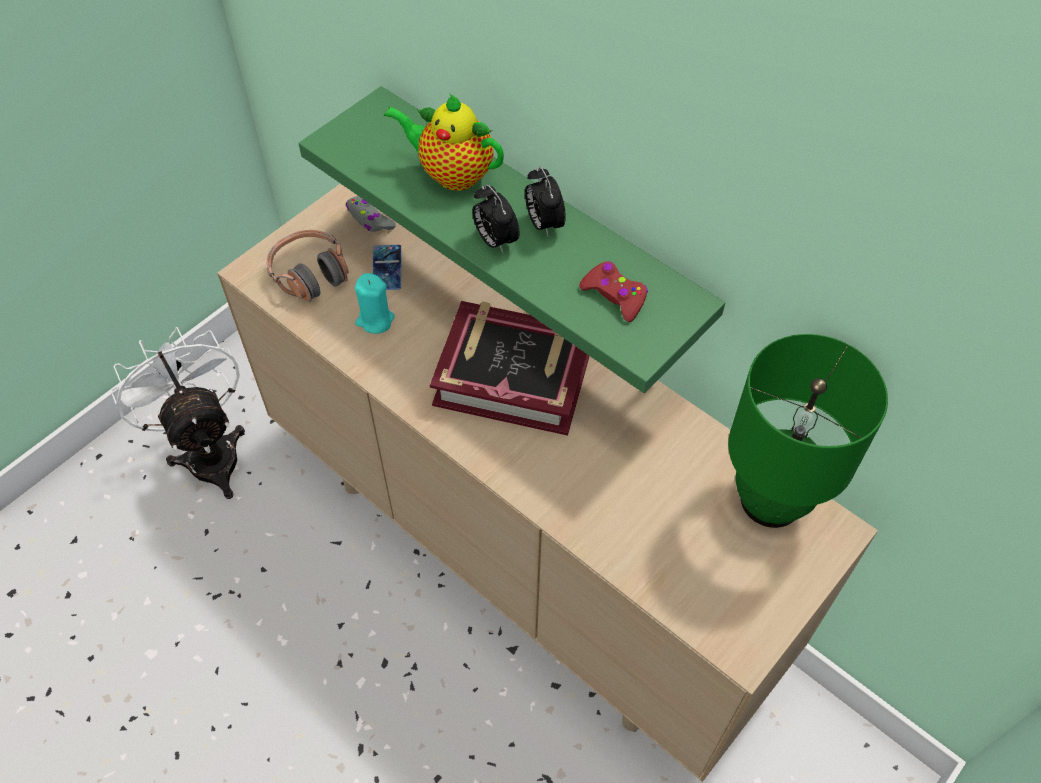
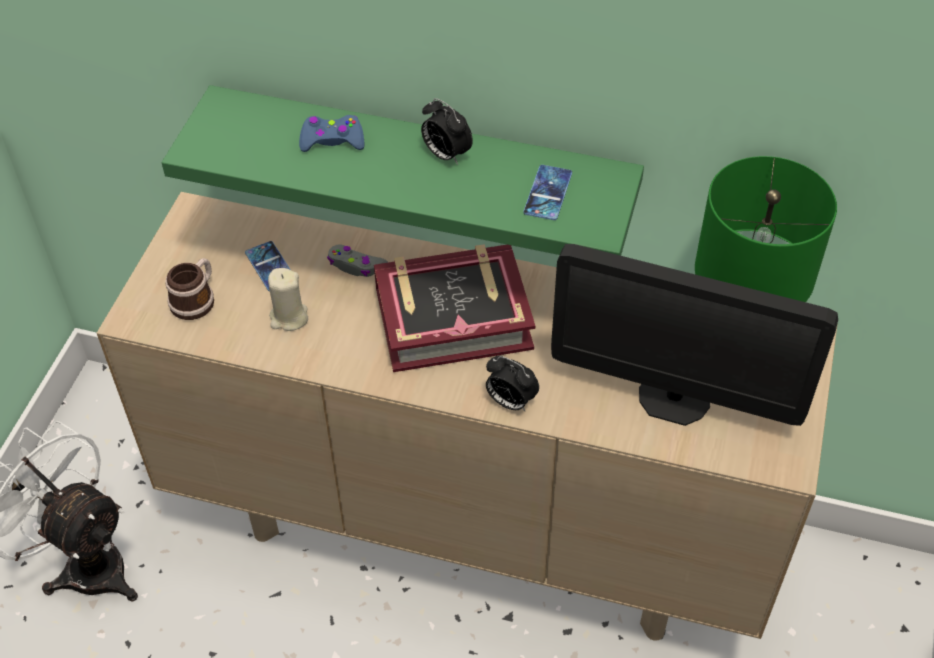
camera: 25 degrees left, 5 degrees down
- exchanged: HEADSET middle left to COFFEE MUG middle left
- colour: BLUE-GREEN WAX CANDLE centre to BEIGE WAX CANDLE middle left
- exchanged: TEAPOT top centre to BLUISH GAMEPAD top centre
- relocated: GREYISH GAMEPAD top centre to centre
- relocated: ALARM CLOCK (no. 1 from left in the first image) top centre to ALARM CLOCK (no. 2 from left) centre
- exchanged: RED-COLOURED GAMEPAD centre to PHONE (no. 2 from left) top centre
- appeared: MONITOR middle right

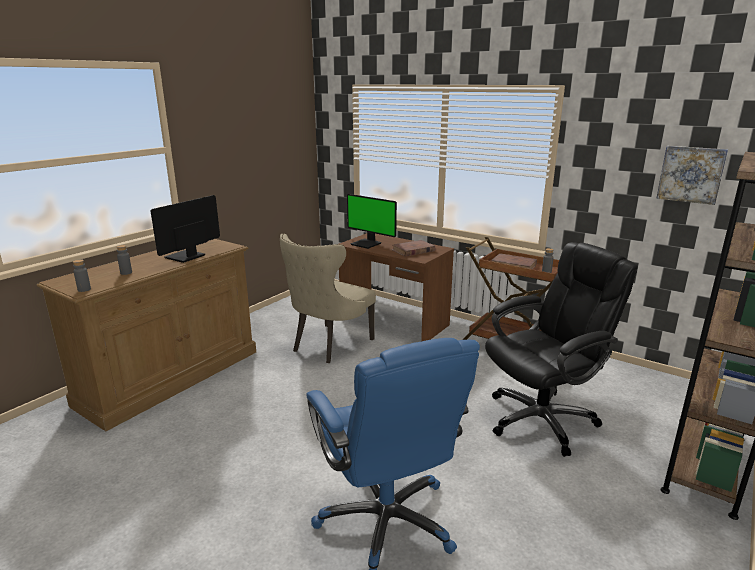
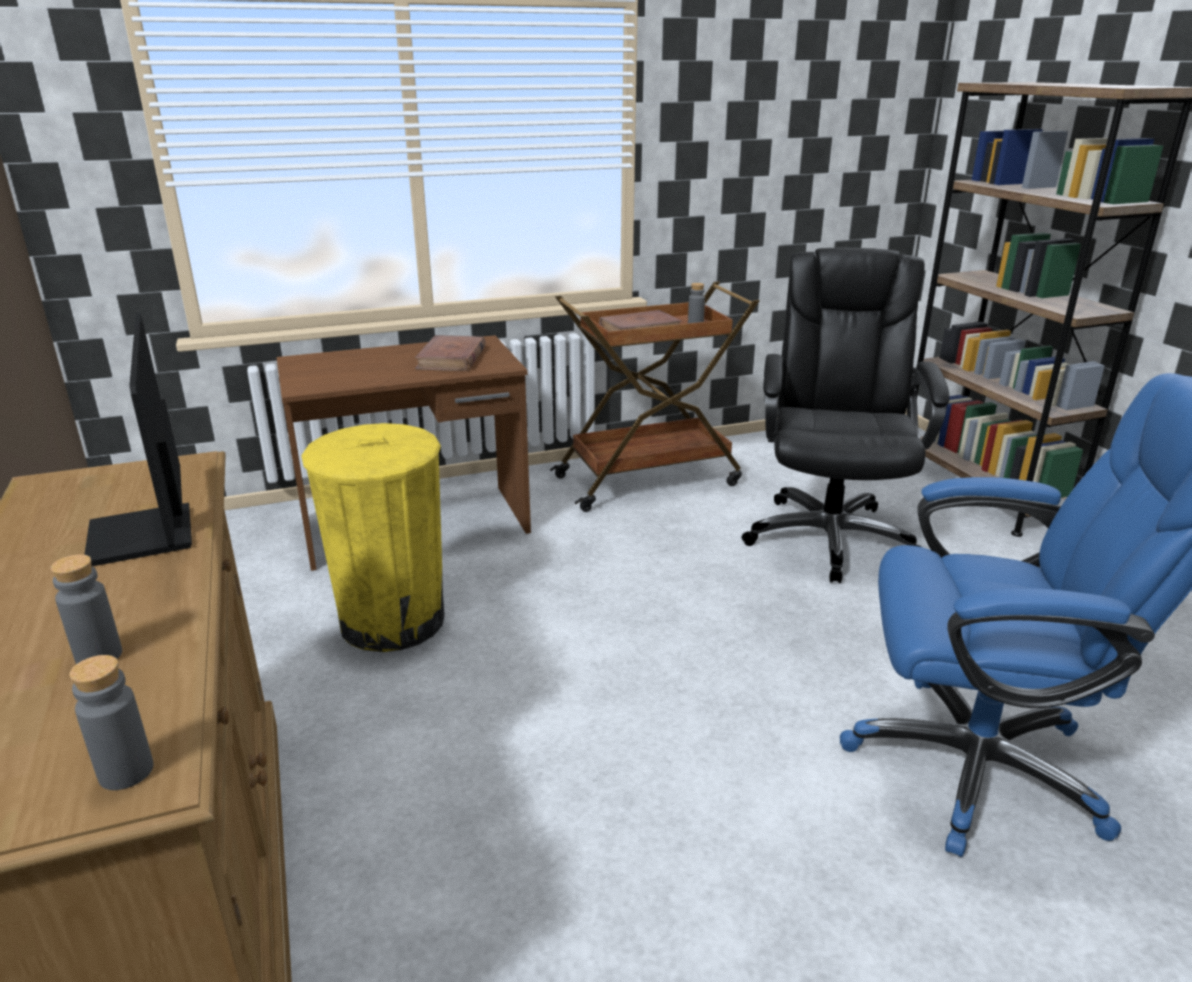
camera: 55 degrees left, 5 degrees up
- exchanged: BEIGE PLAIN CHAIR centre to YELLOWISH RUBBISH BIN middle left
- missing: MONITOR (no. 2 from left) centre
- missing: WALL ART top right

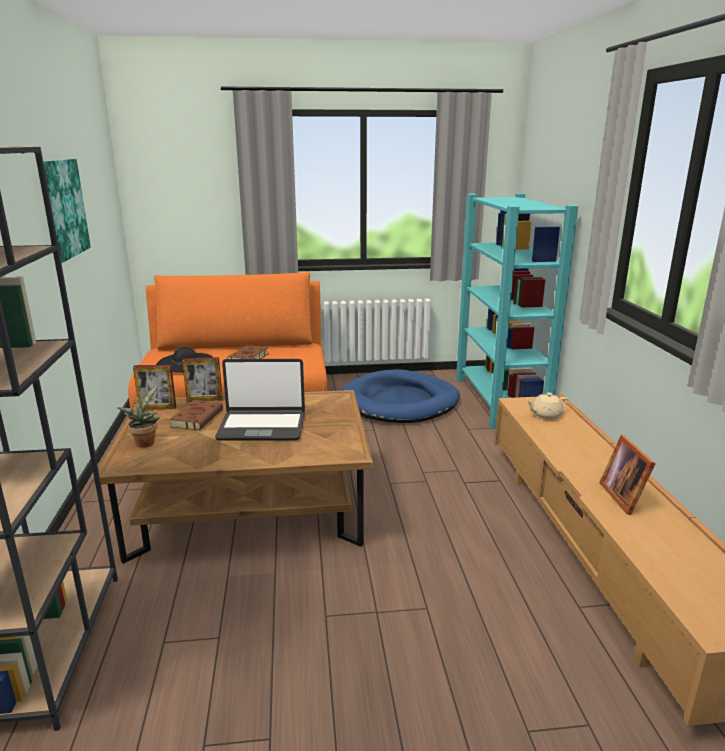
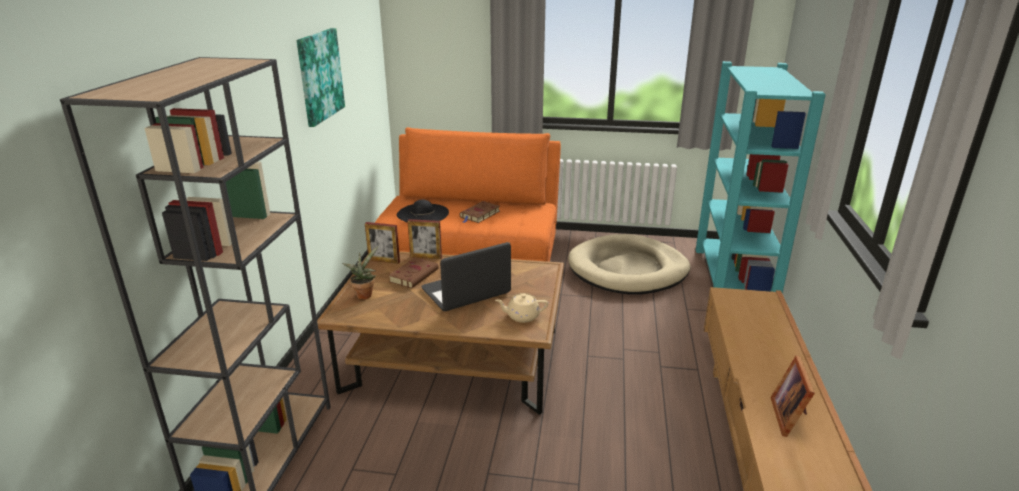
camera: 15 degrees right, 5 degrees up
- spun: PORTABLE COMPUTER centre = centre 135 degrees clockwise
- relocated: BEIGE TEAPOT middle right to centre
- colour: BLUISH PET BED centre to BEIGE PET BED centre

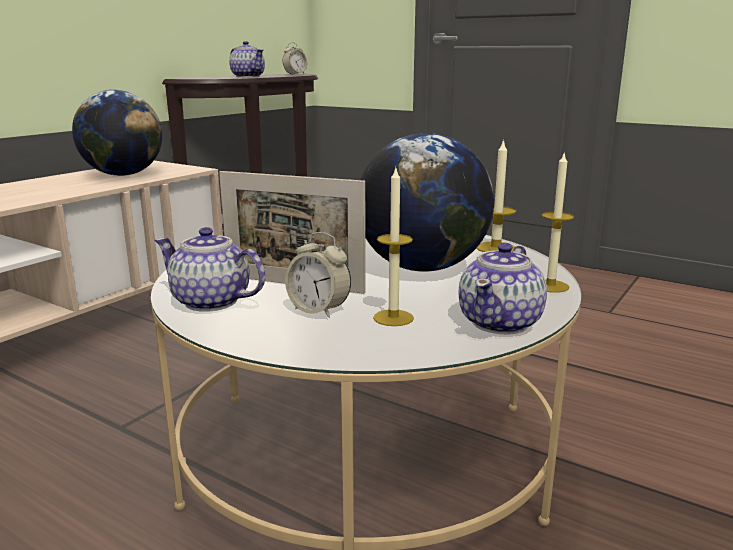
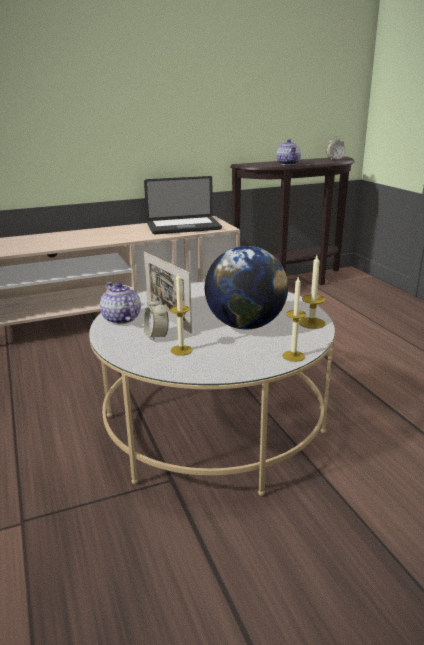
camera: 35 degrees right, 5 degrees up
- exchanged: WORLD GLOBE (no. 1 from left) top left to PORTABLE COMPUTER top centre
- missing: TEAPOT (no. 3 from left) middle right

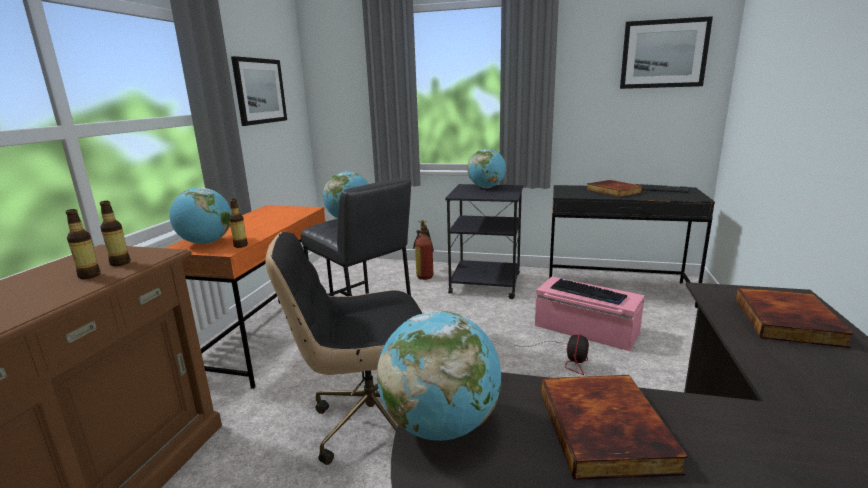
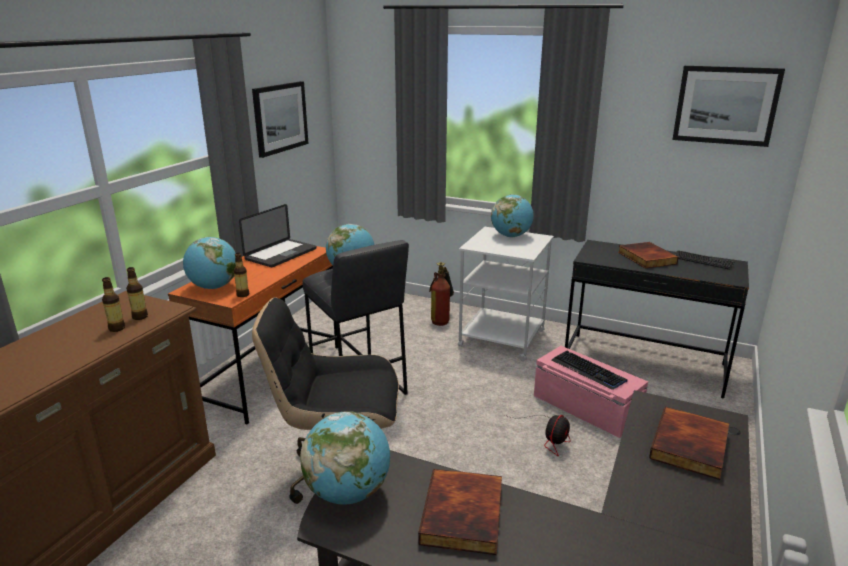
camera: 10 degrees right, 5 degrees up
- appeared: PORTABLE COMPUTER middle left
- colour: BLACK CART centre to WHITISH CART centre

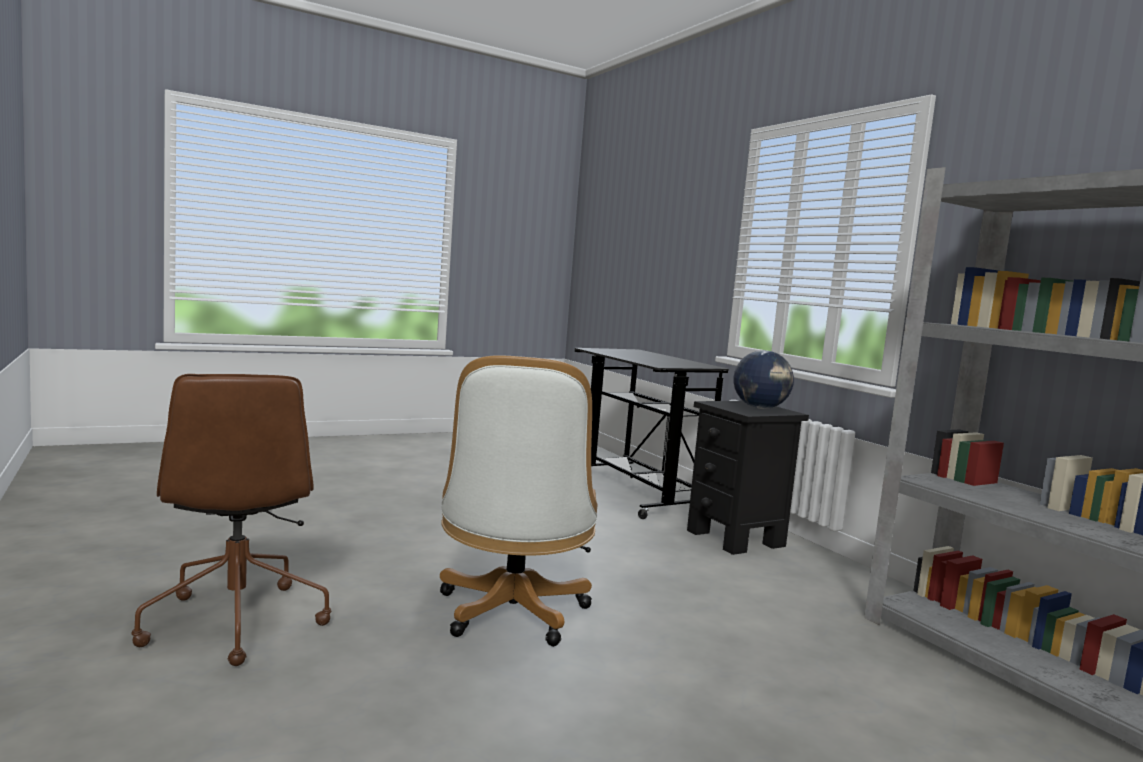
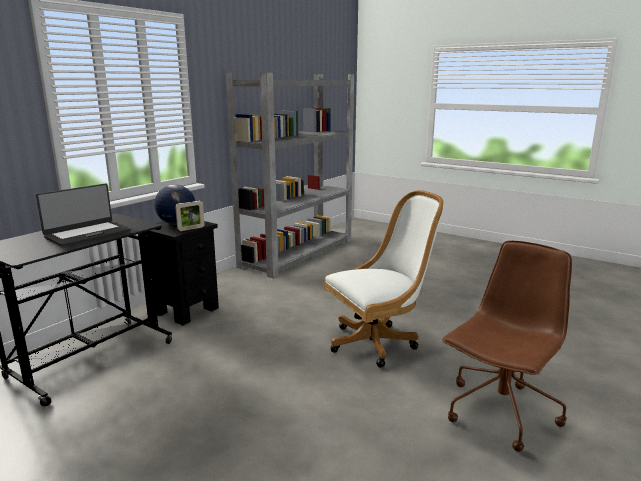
camera: 115 degrees left, 10 degrees up
- appeared: PORTABLE COMPUTER middle left
- appeared: PHOTO FRAME middle left

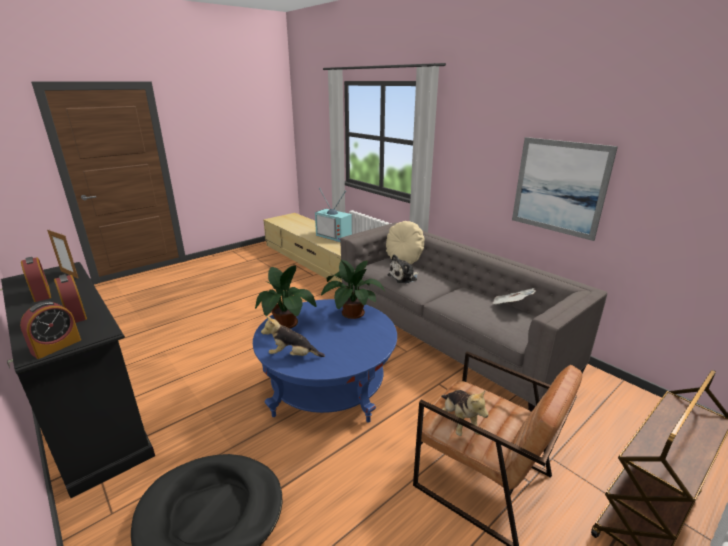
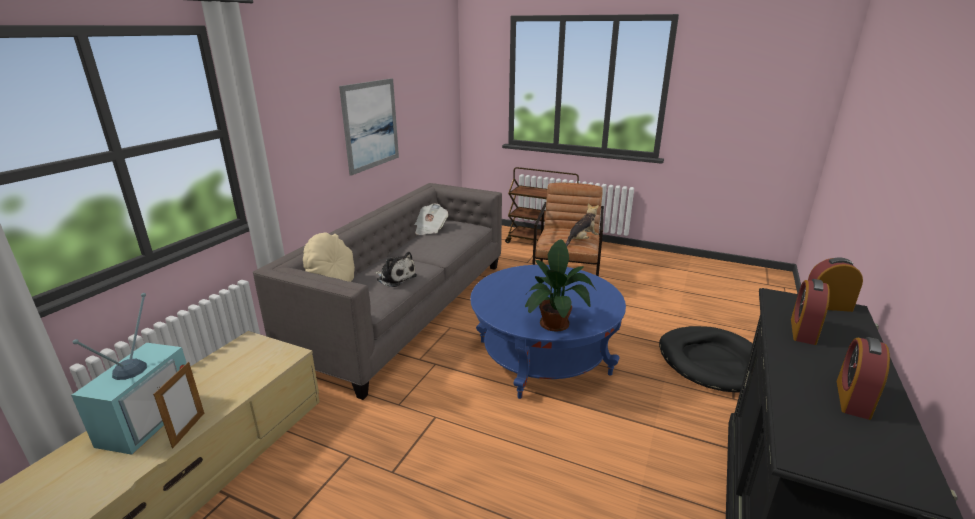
camera: 115 degrees left, 0 degrees up
- relocated: PHOTO FRAME middle left to bottom left
- missing: SOFT TOY (no. 1 from left) centre
- missing: POTTED PLANT (no. 2 from left) centre

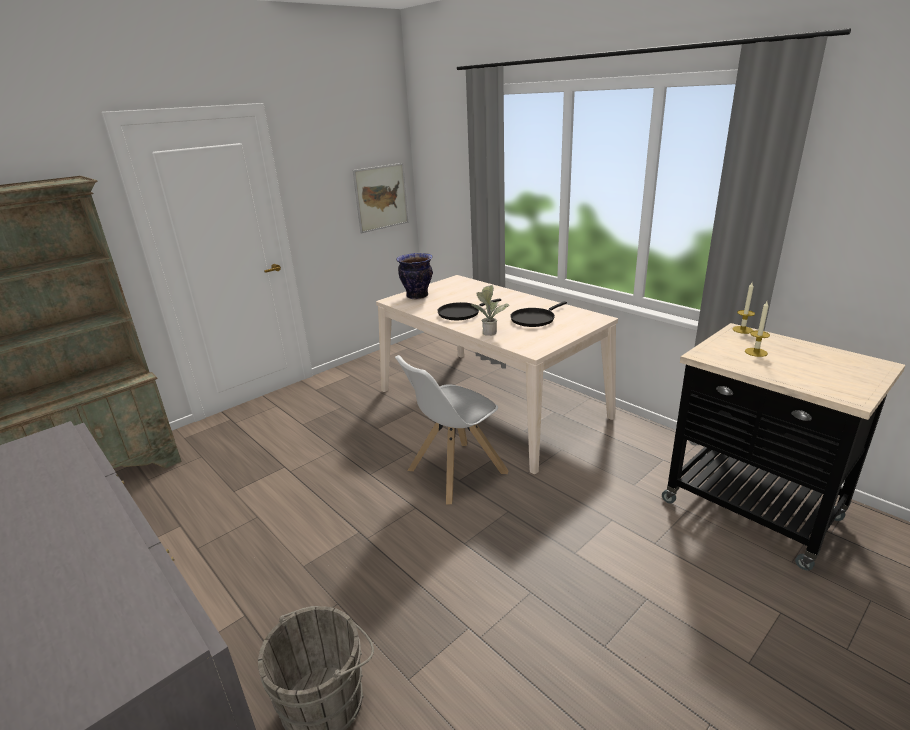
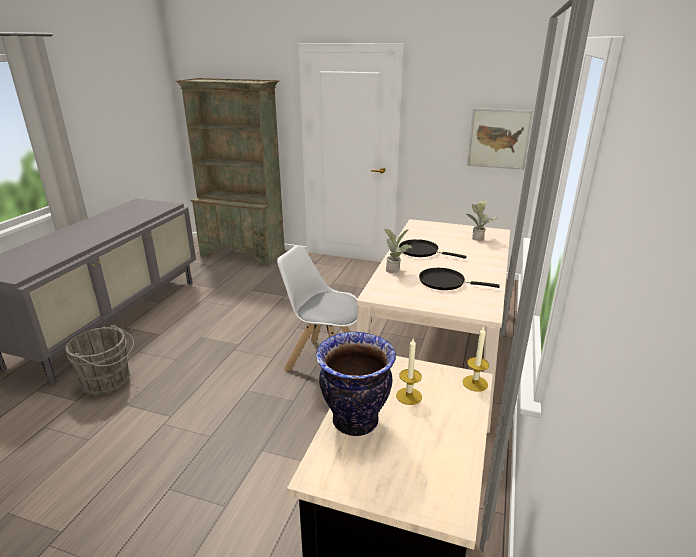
camera: 60 degrees right, 0 degrees up
- relocated: FLOWER VASE centre to bottom centre
- appeared: POTTED PLANT (no. 2 from left) middle right

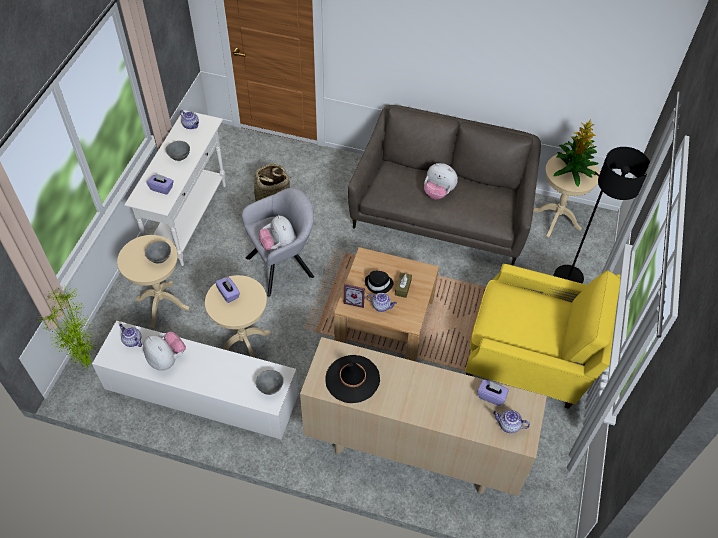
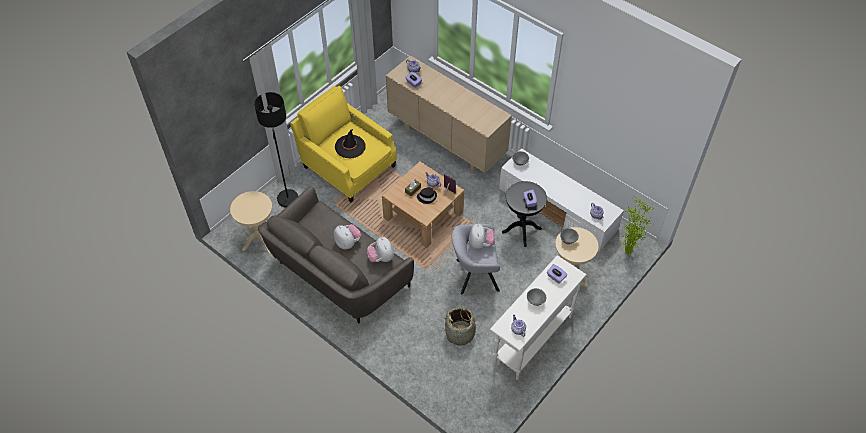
camera: 155 degrees left, 0 degrees up
- relocated: BLACK WEARABLE HAT (no. 1 from left) bottom centre to top centre
- relocated: SOFT TOY (no. 1 from left in the first image) middle left to SOFT TOY (no. 2 from left) centre
- colour: BEIGE SIDE TABLE (no. 2 from left) middle left to BLACK SIDE TABLE centre
- missing: POTTED PLANT (no. 2 from left) top right

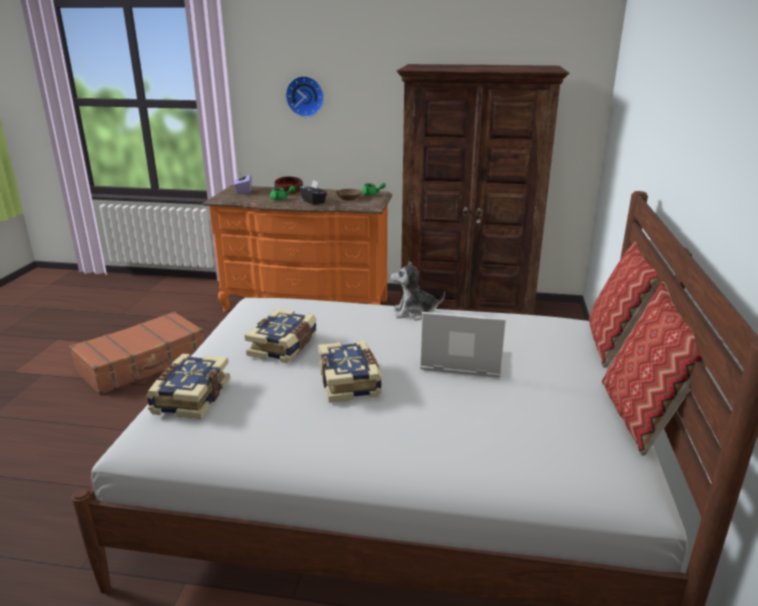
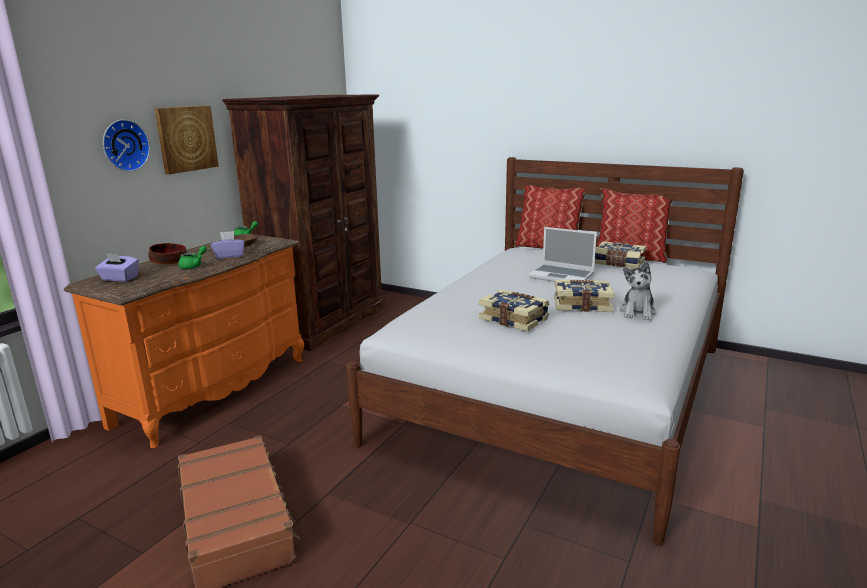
camera: 70 degrees left, 5 degrees down
- appeared: WALL ART top left
- colour: BLACK BOX OF TISSUES top centre to PURPLE-COLOURED BOX OF TISSUES (no. 2 from left) middle left
- spun: PORTABLE COMPUTER centre = centre 90 degrees counterclockwise
- relocated: VOLUME (no. 1 from left in the first image) middle left to VOLUME (no. 3 from left) middle right
- relocated: SOFT TOY centre to middle right

